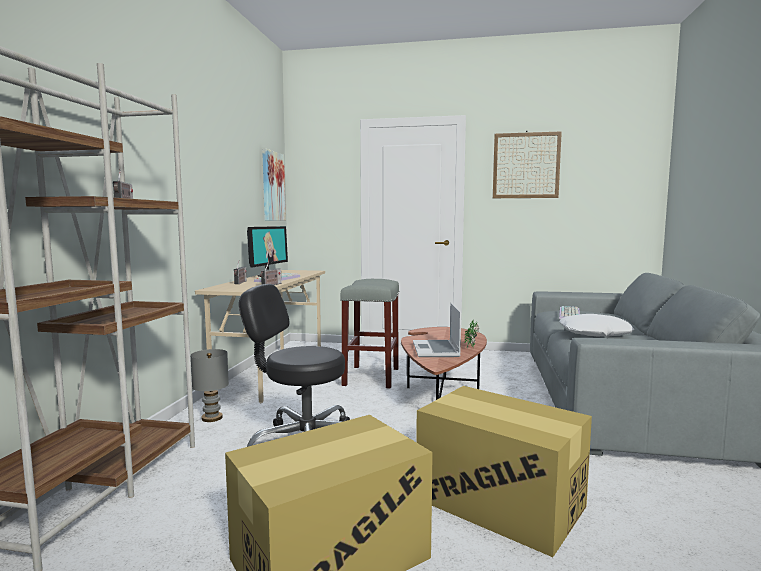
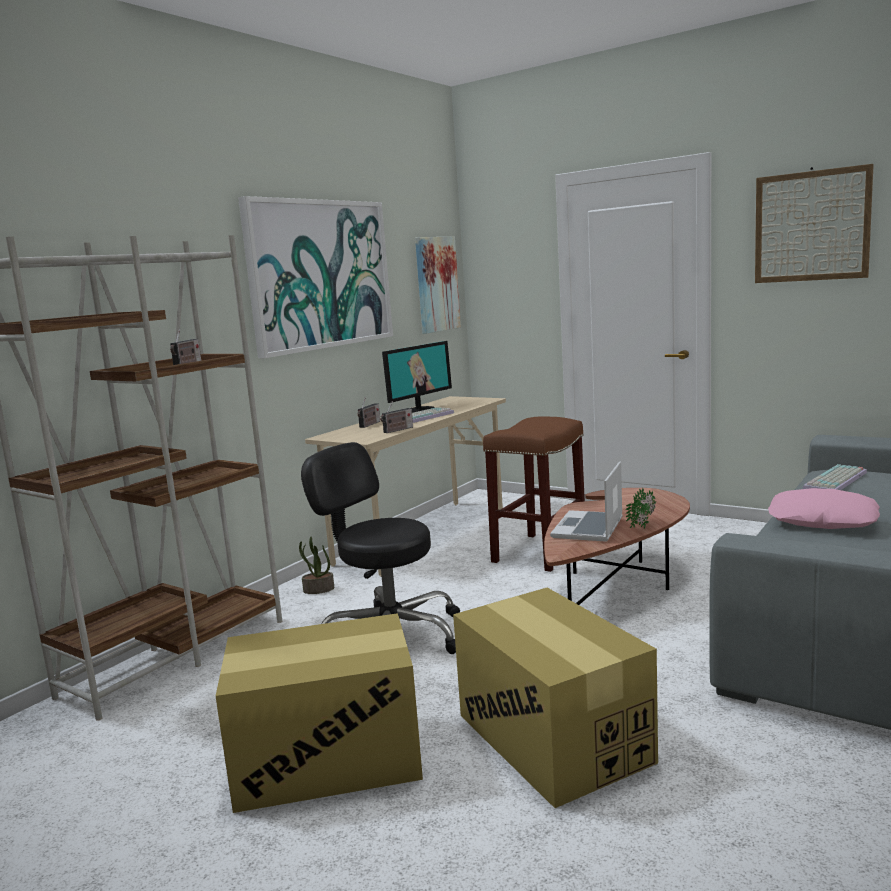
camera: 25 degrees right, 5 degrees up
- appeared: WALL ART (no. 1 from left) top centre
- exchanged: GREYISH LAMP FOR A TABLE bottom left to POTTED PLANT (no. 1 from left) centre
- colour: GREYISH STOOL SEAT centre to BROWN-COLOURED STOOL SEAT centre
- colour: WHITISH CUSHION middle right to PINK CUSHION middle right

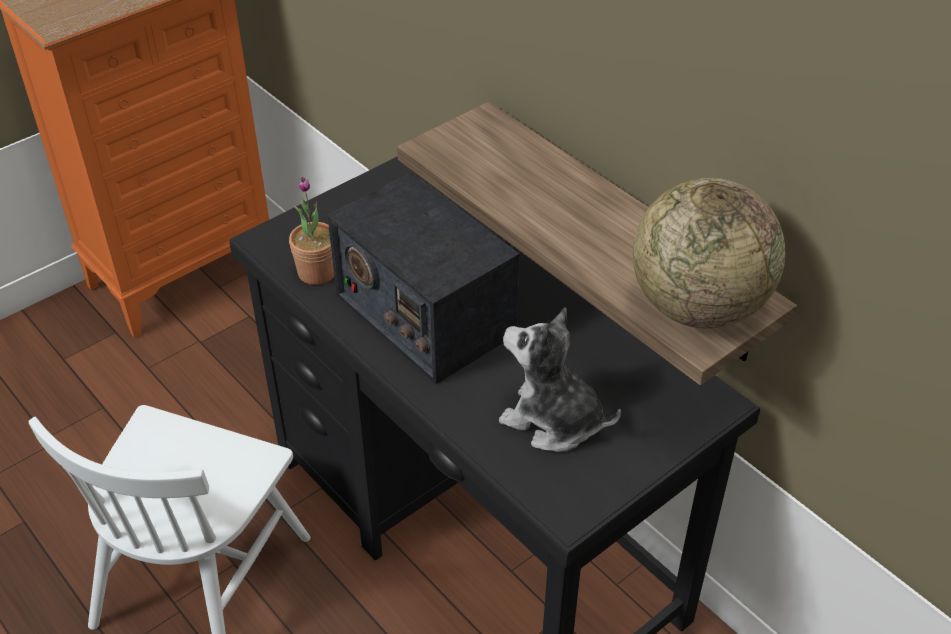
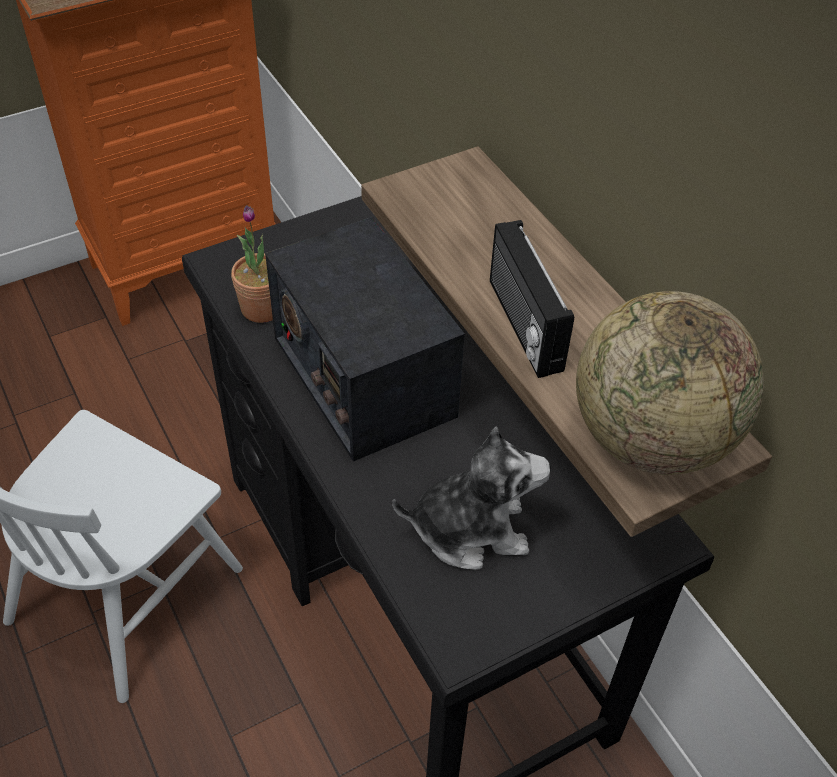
camera: 10 degrees right, 5 degrees up
- spun: SOFT TOY centre = centre 135 degrees clockwise
- appeared: RADIO SET (no. 2 from left) centre

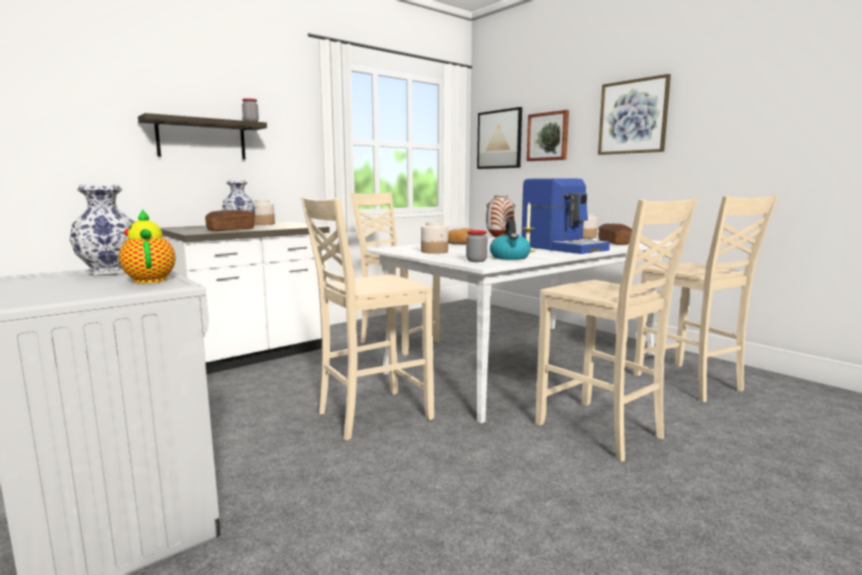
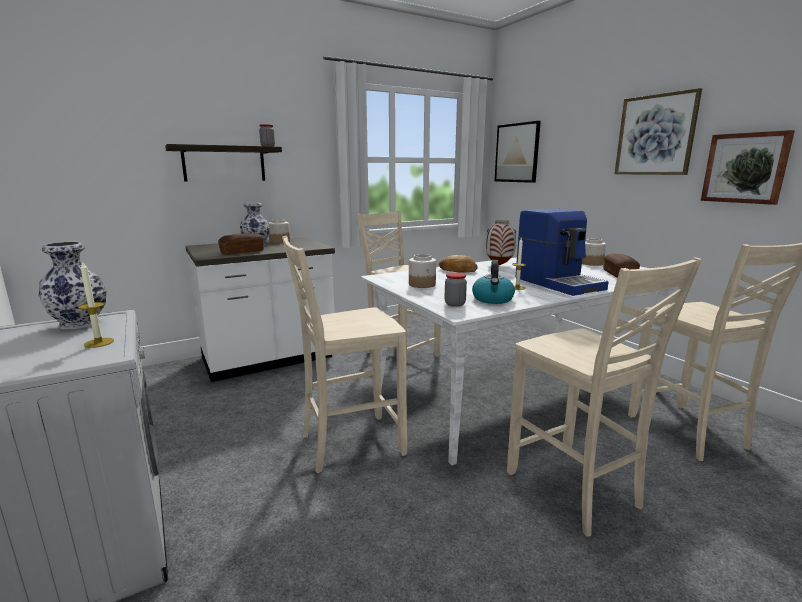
camera: 10 degrees right, 5 degrees up
- exchanged: TEAPOT middle left to WAX CANDLE (no. 1 from left) middle left
- relocated: WALL ART (no. 2 from left in the first image) top centre to WALL ART (no. 3 from left) top right

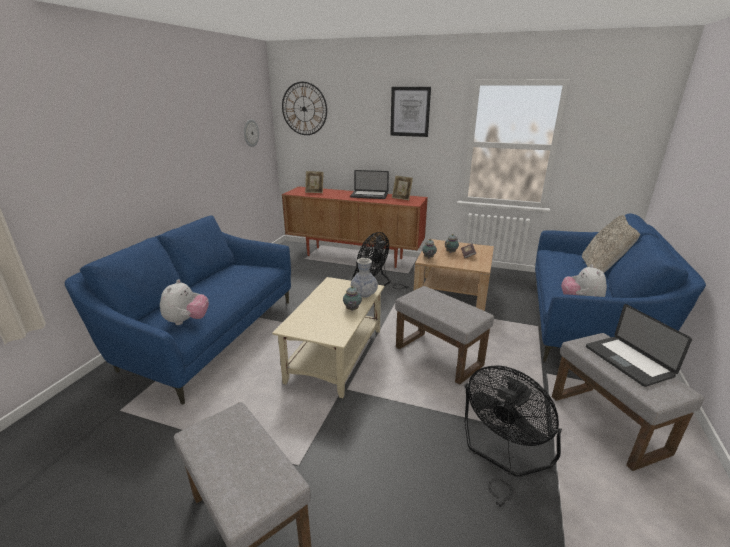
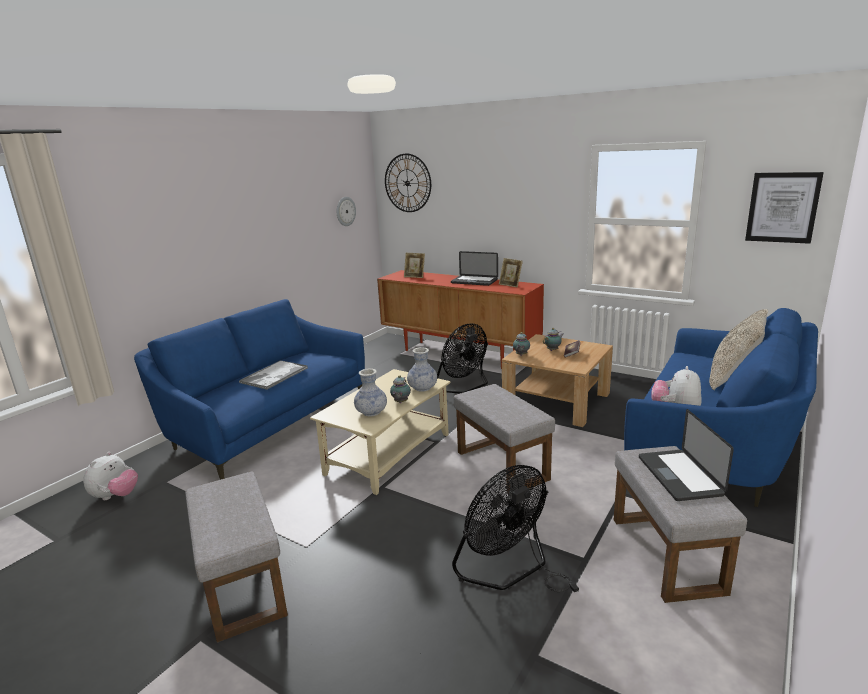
camera: 15 degrees right, 5 degrees down
- relocated: SOFT TOY (no. 1 from left) middle left to bottom left
- appeared: SERVING TRAY middle left
- appeared: FLOWER VASE (no. 1 from left) centre
- spun: BLACK FAN (no. 2 from left) bottom right = bottom centre 90 degrees counterclockwise
- relocated: WALL ART top centre to top right

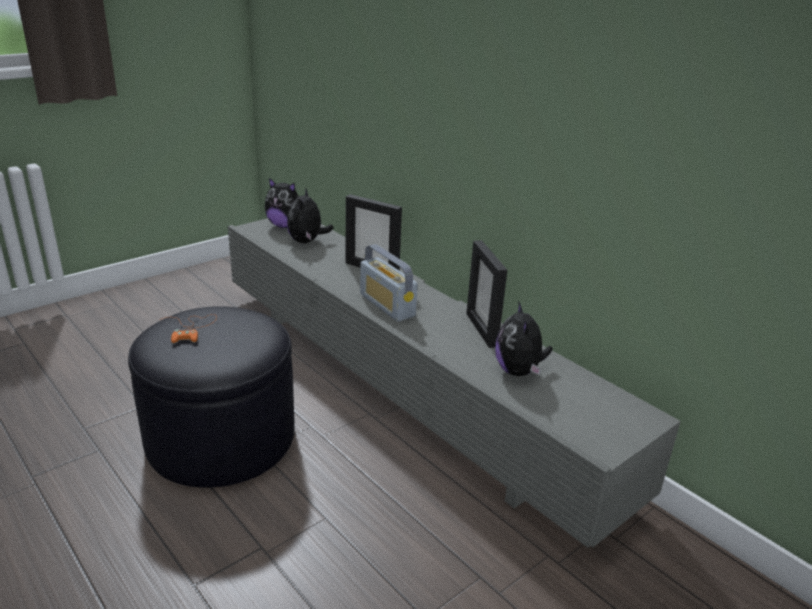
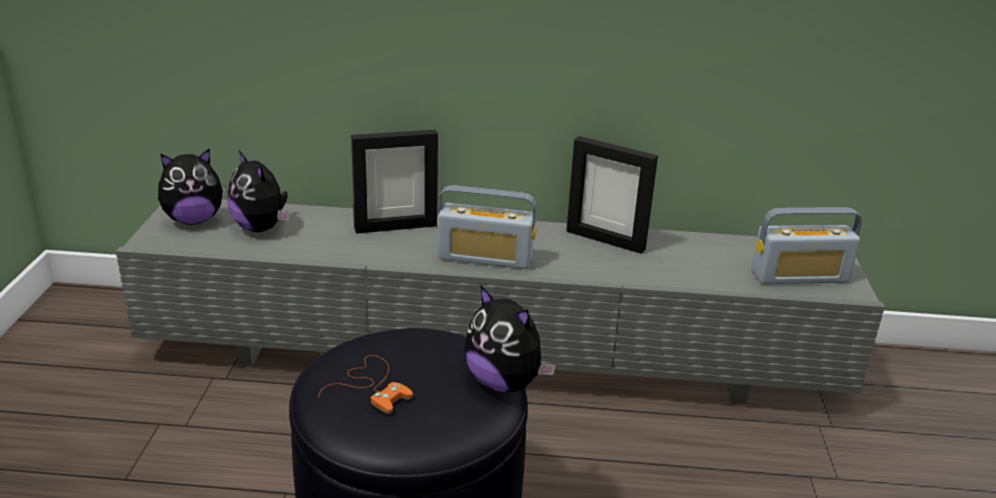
camera: 45 degrees left, 0 degrees up
- relocated: SOFT TOY (no. 3 from left) centre to bottom centre
- appeared: RADIO SET (no. 2 from left) middle right

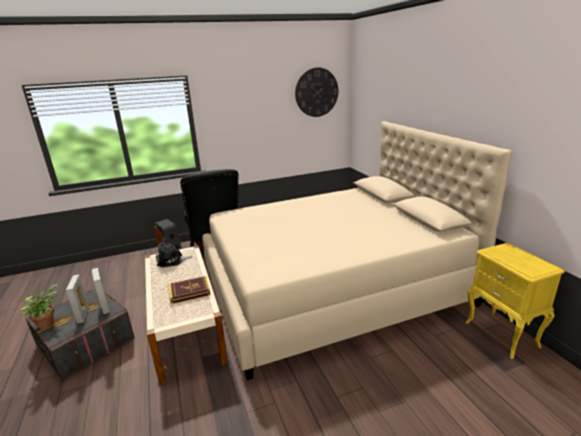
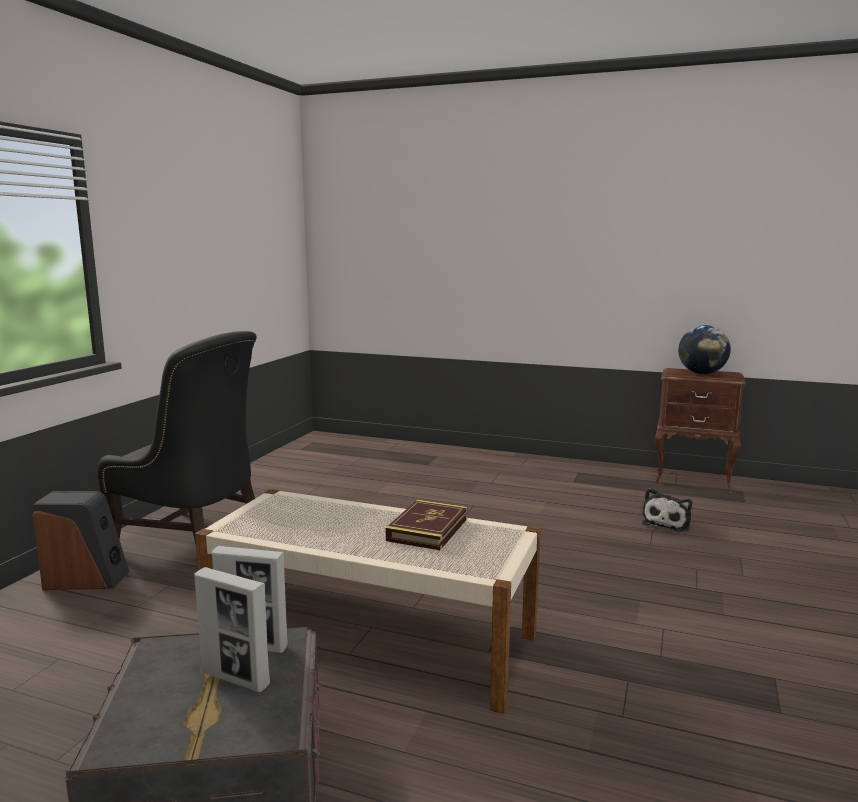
camera: 50 degrees left, 10 degrees down
- relocated: SOFT TOY middle left to middle right
- colour: YELLOWISH NIGHTSTAND bottom right to BROWN-COLOURED NIGHTSTAND middle right
- appeared: WORLD GLOBE middle right
- missing: POTTED PLANT bottom left
- missing: BEIGE BEDROOM BED centre
- missing: HANGING CLOCK top centre

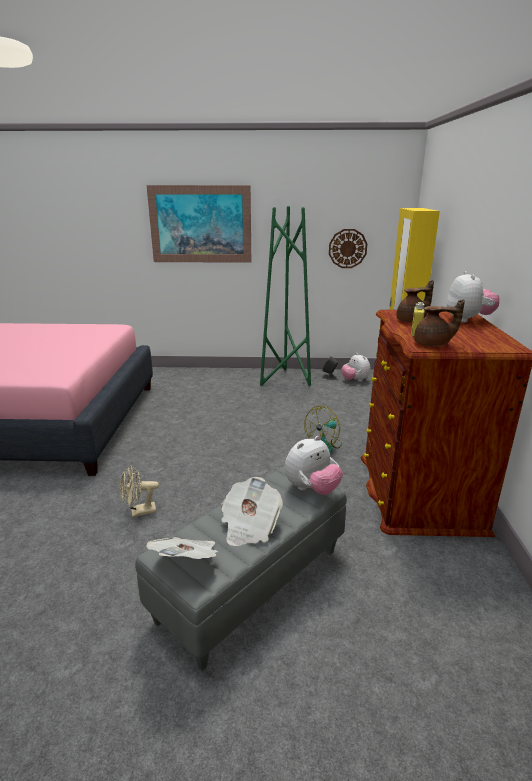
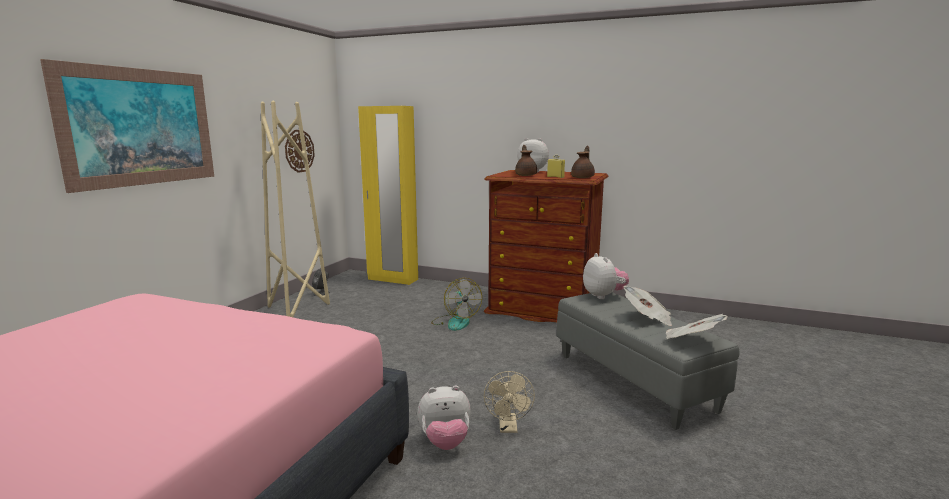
camera: 70 degrees left, 10 degrees down
- colour: GREENISH GARMENT RACK centre to BEIGE GARMENT RACK middle left
- relocated: SOFT TOY (no. 2 from left in the first image) middle right to SOFT TOY (no. 1 from left) bottom centre

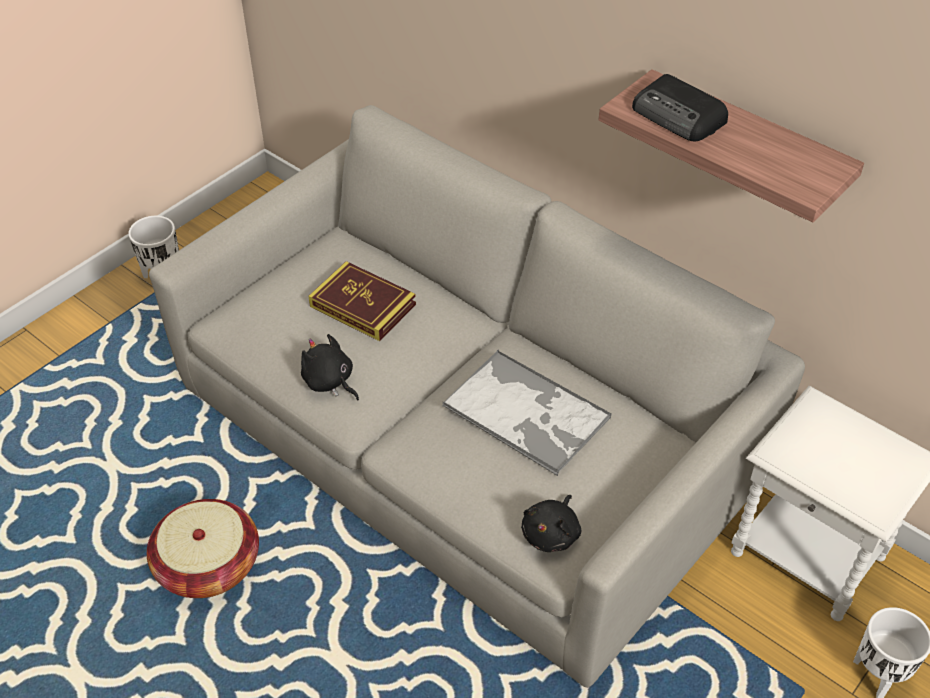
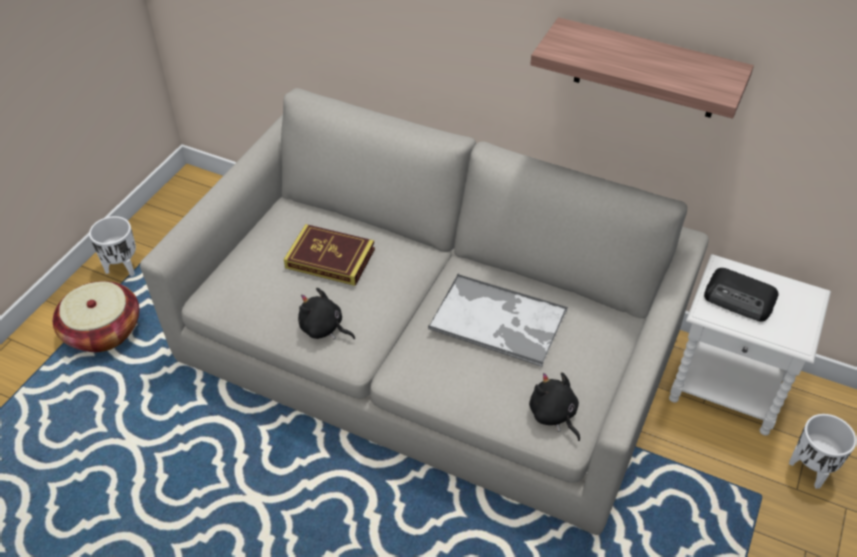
camera: 15 degrees left, 0 degrees up
- relocated: BASKET bottom left to middle left
- spun: BLACK SOFT TOY (no. 2 from left) bottom centre = bottom centre 135 degrees clockwise
- relocated: RADIO SET top right to middle right

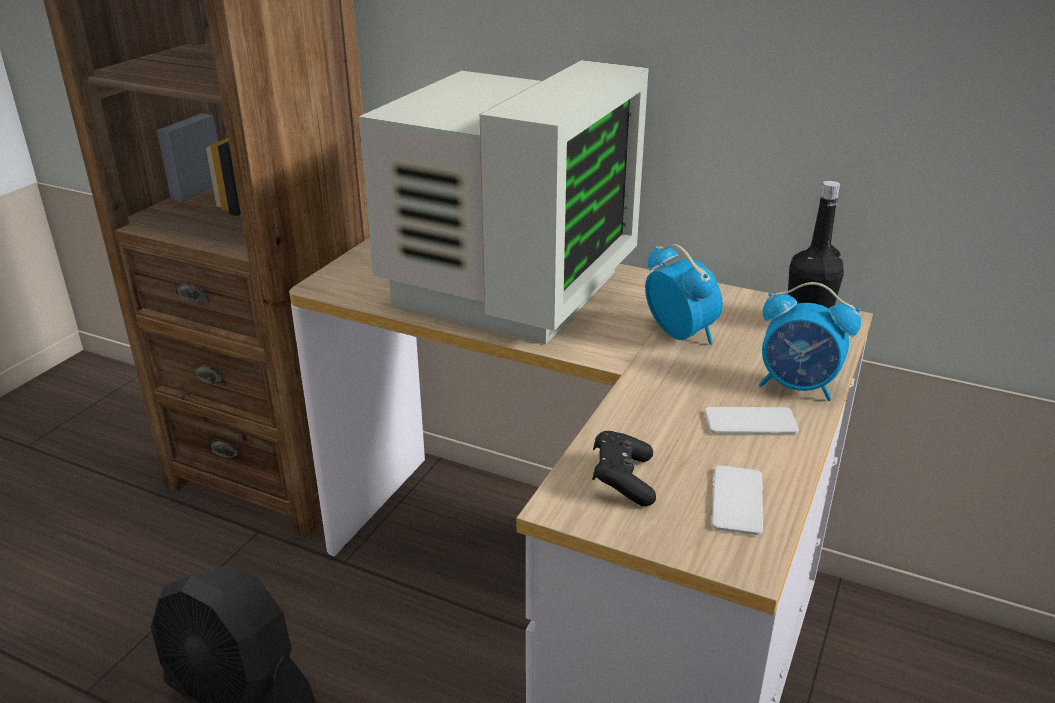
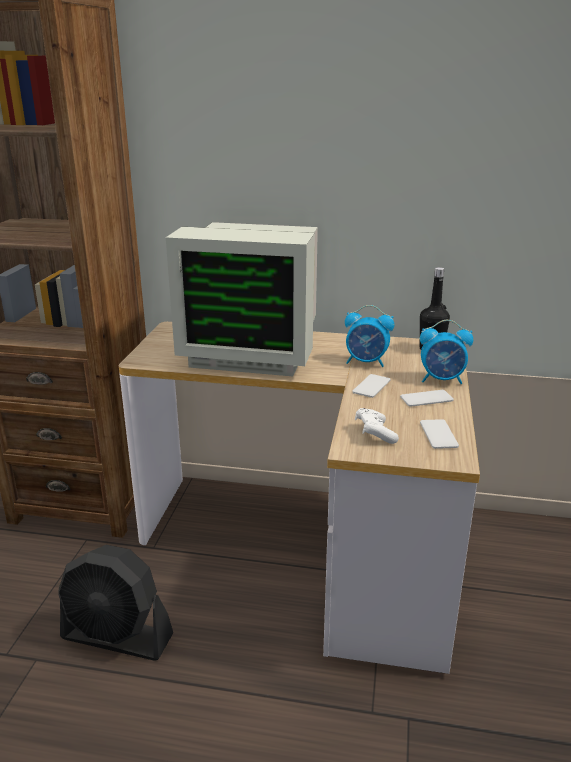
camera: 15 degrees left, 5 degrees down
- spun: MONITOR top centre = centre 90 degrees clockwise
- spun: ALARM CLOCK (no. 1 from left) centre = centre 150 degrees clockwise
- appeared: PHONE (no. 1 from left) centre
- colour: BLACK GAMEPAD centre to WHITISH GAMEPAD centre

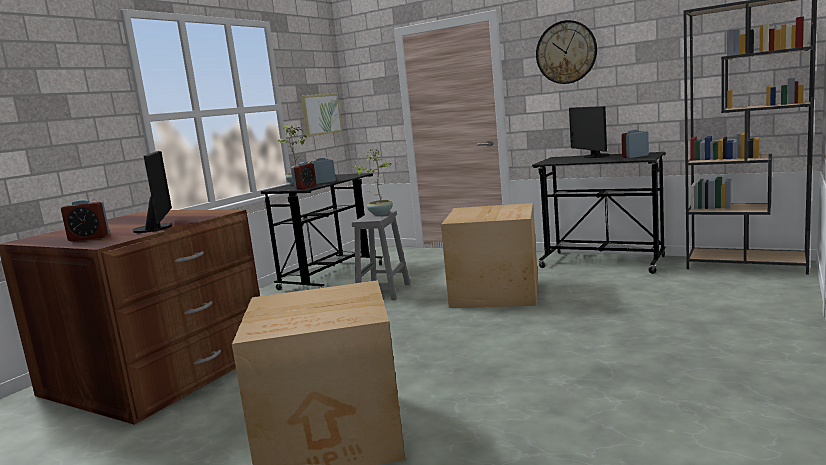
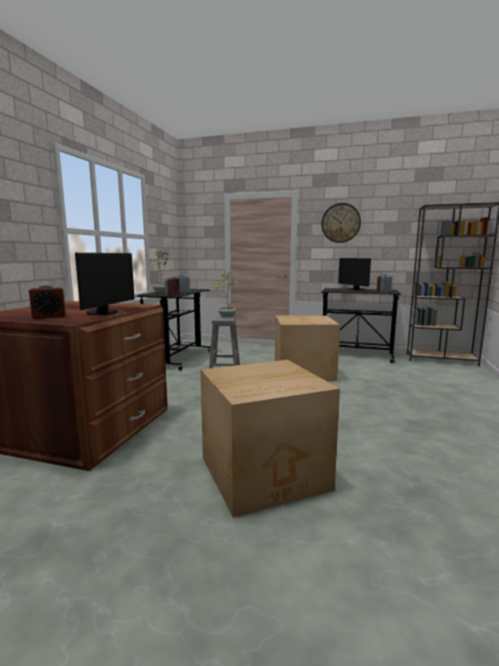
camera: 15 degrees left, 0 degrees up
- spun: MONITOR (no. 1 from left) middle left = middle left 45 degrees clockwise
- missing: WALL ART top centre

